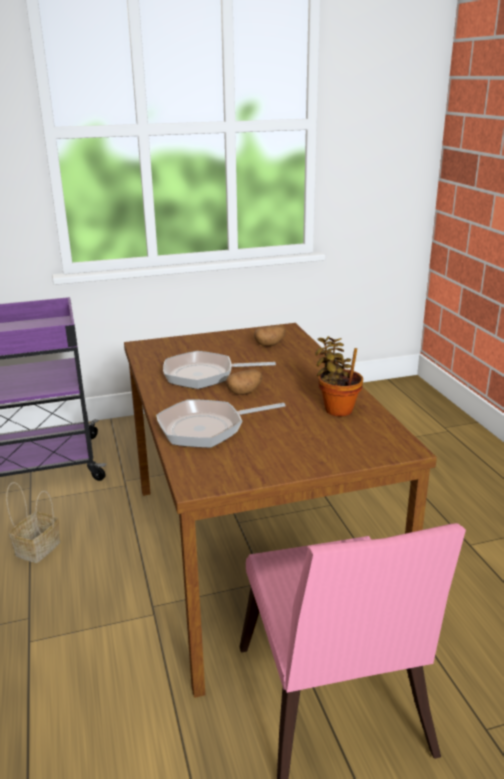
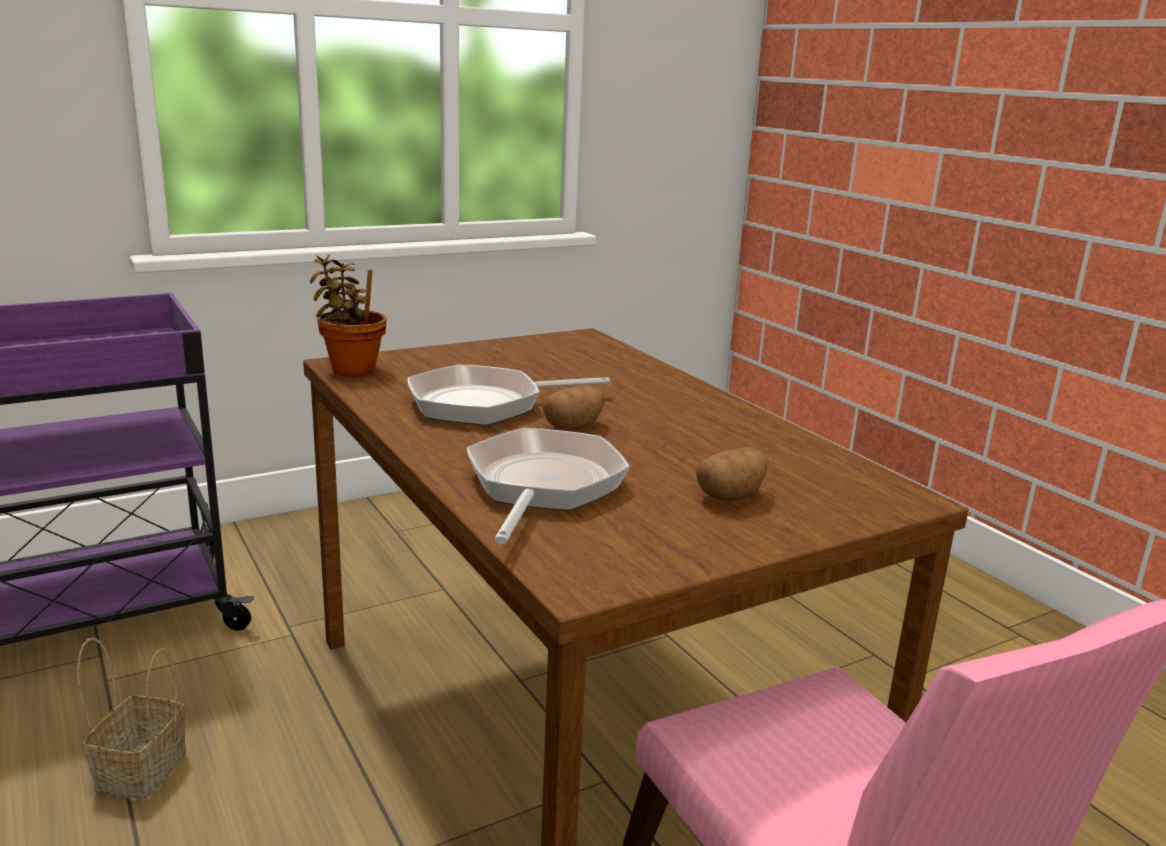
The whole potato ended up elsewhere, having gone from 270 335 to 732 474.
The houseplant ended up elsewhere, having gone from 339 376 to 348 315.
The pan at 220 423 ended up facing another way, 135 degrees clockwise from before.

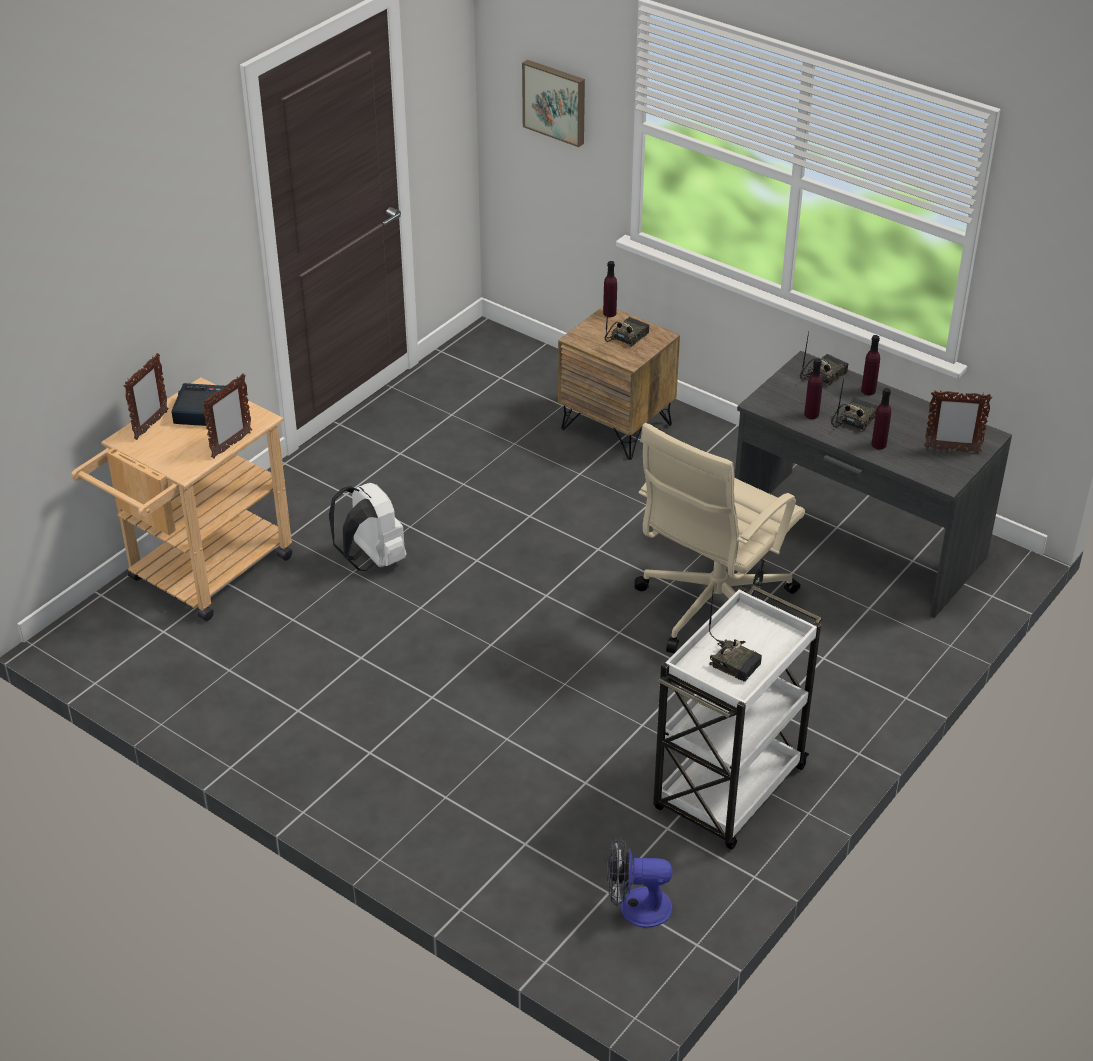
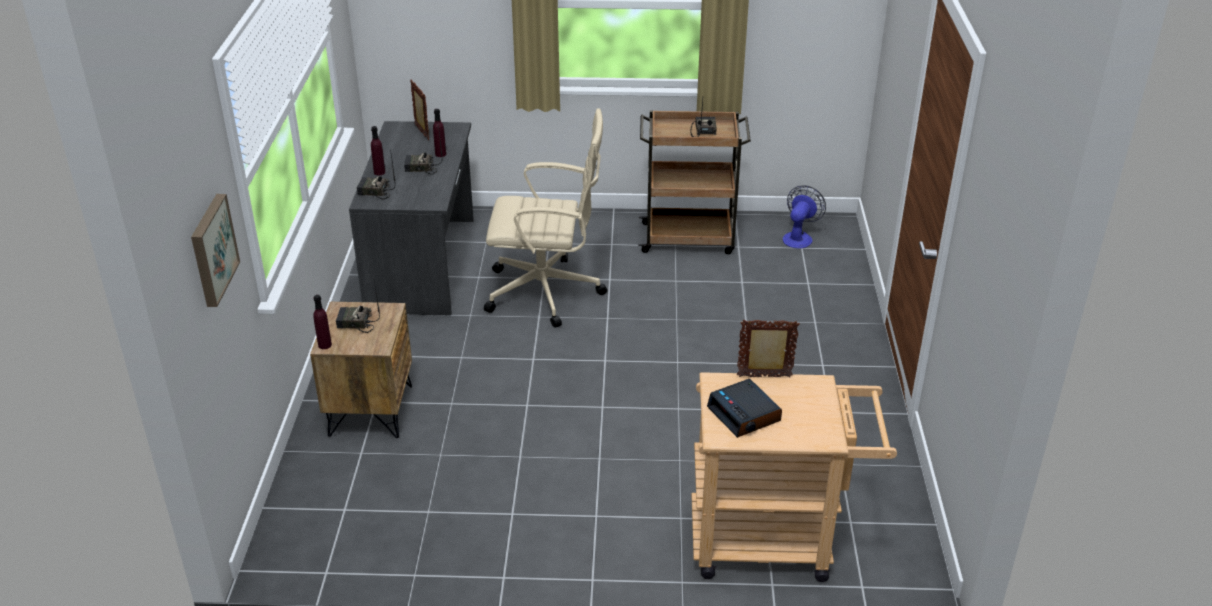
The second view lost the standing frame at 146 396.
The second view lost the purple drink bottle at 813 388.
The second view lost the whitish knapsack at 367 527.
What was the whitish trolley at 737 718 turned into the brown trolley at 694 182.
The electric fan at 640 881 ended up facing another way, 120 degrees counterclockwise from before.

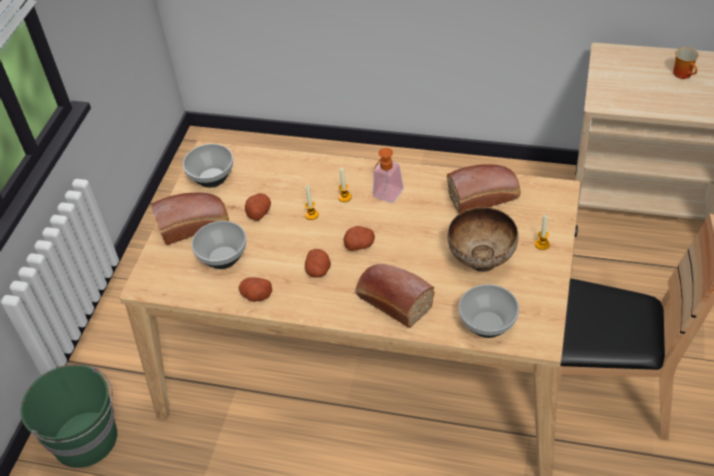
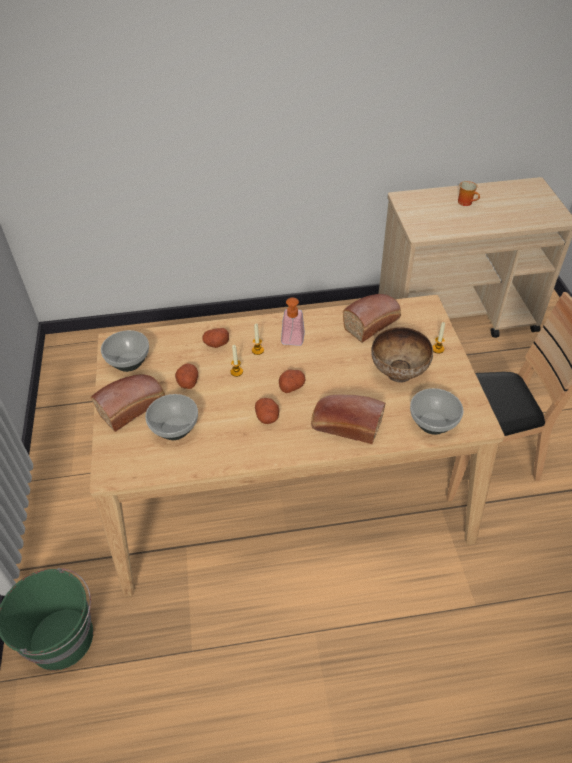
The whole potato ended up elsewhere, having gone from 255 290 to 215 338.

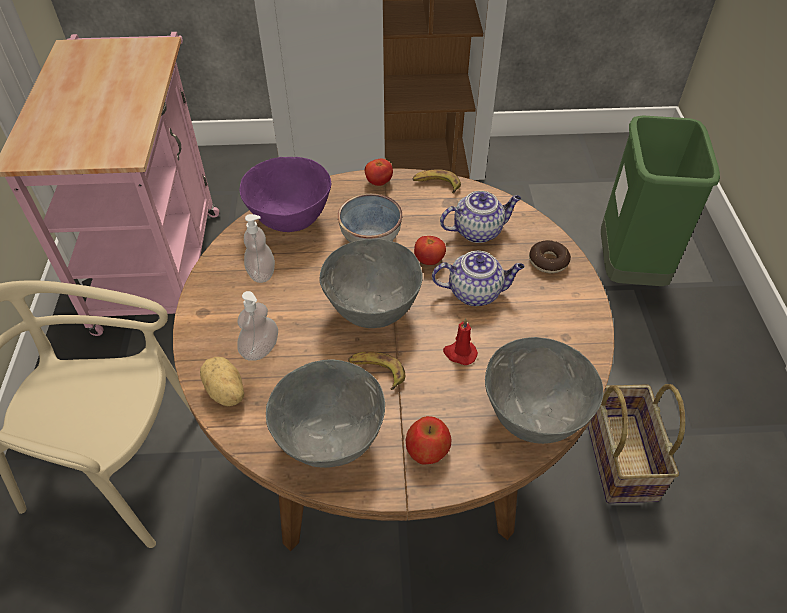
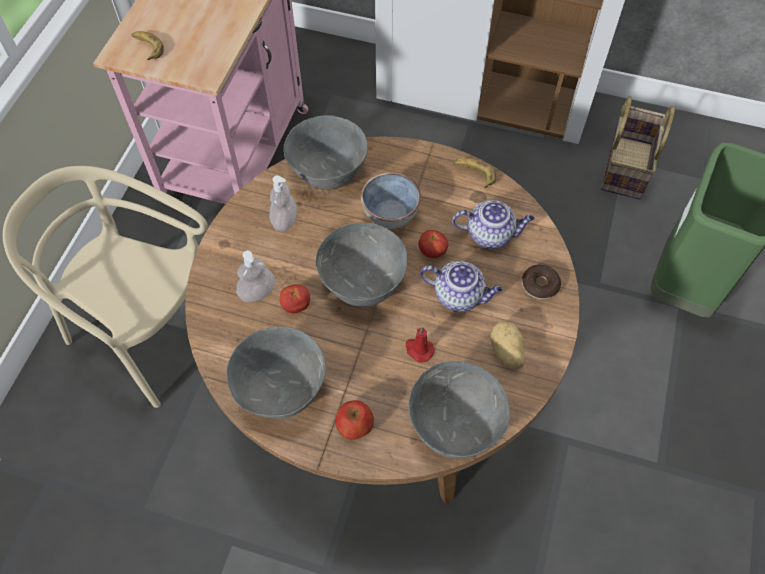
What was the purple bowl at 285 194 turned into the greyish bowl at 326 152.
The tomato ended up elsewhere, having gone from 379 172 to 295 298.
The banana ended up elsewhere, having gone from 376 371 to 147 45.
The whole potato ended up elsewhere, having gone from 222 381 to 507 345.
The basket ended up elsewhere, having gone from 636 444 to 638 148.

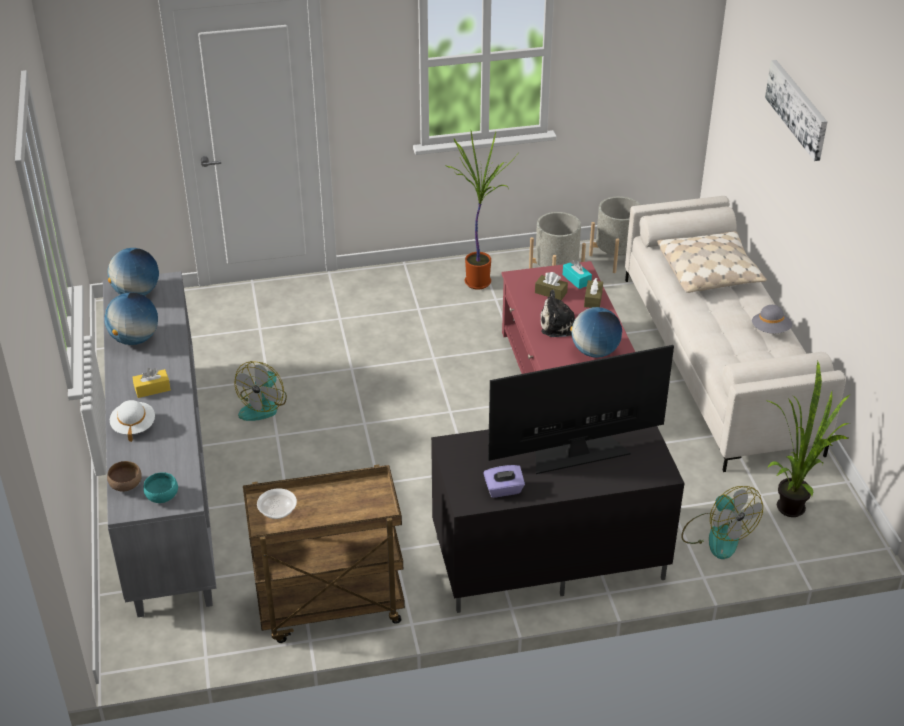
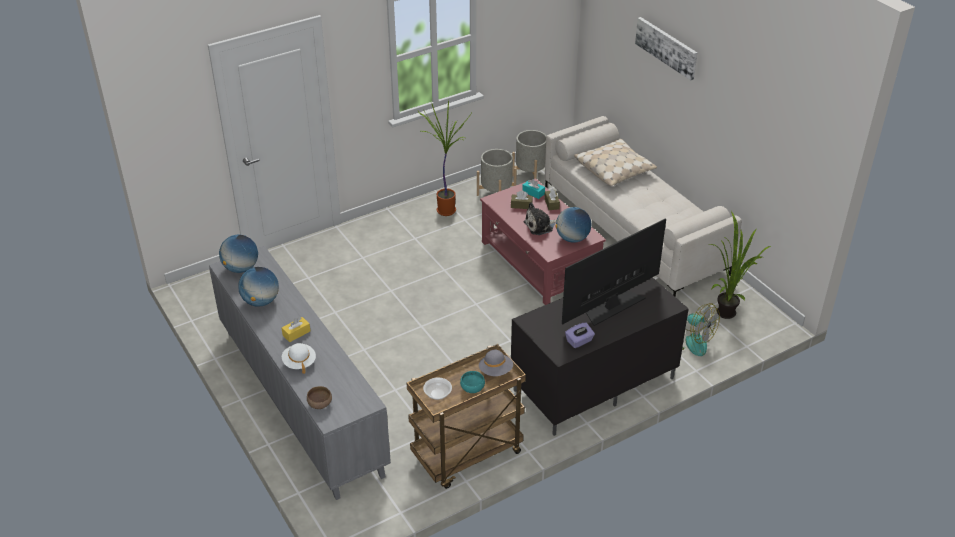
The greyish wearable hat ended up elsewhere, having gone from 772 319 to 496 363.
The second view lost the electric fan at 260 391.
The turquoise bowl ended up elsewhere, having gone from 160 487 to 472 382.

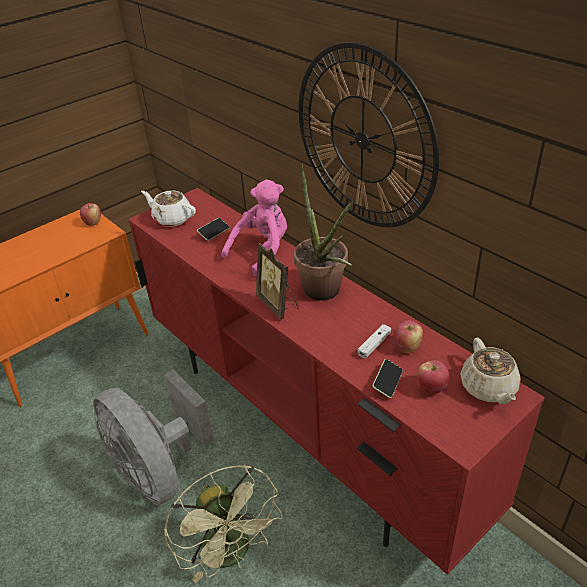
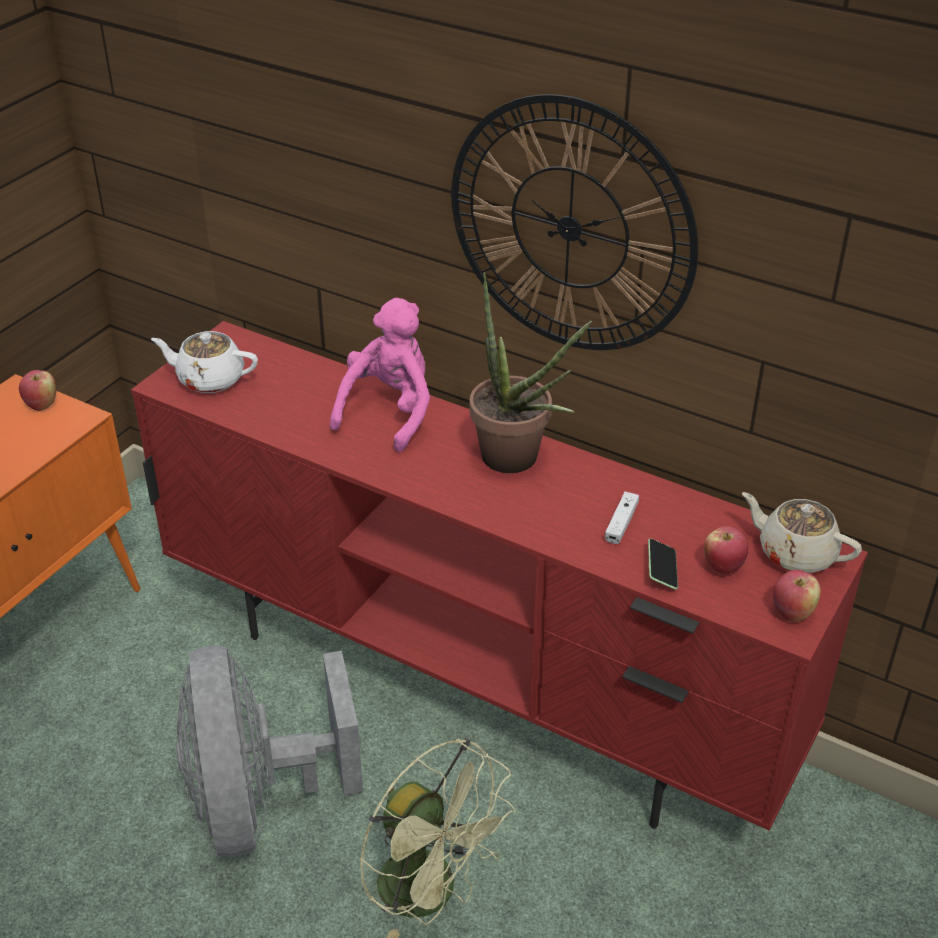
The second view lost the telephone at 213 229.
The second view lost the standing frame at 277 281.
The whole apple ended up elsewhere, having gone from 408 336 to 797 596.
The beige teapot at 490 371 ended up facing another way, 150 degrees clockwise from before.
The greyish electric fan at 153 437 ended up facing another way, 45 degrees clockwise from before.

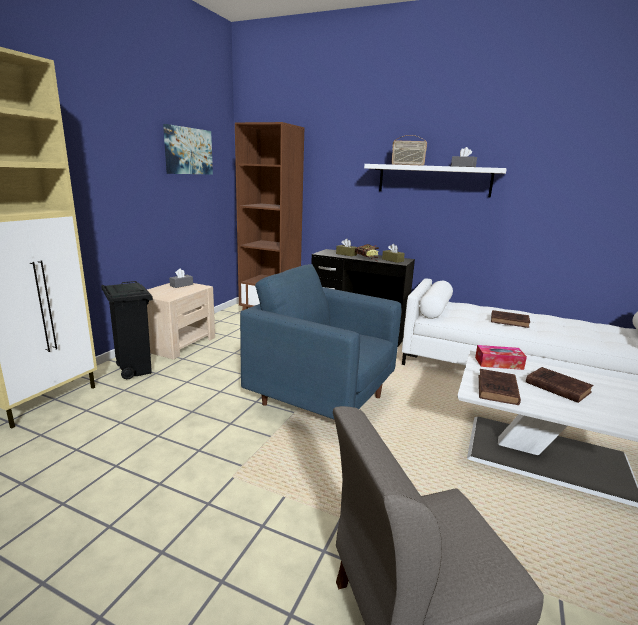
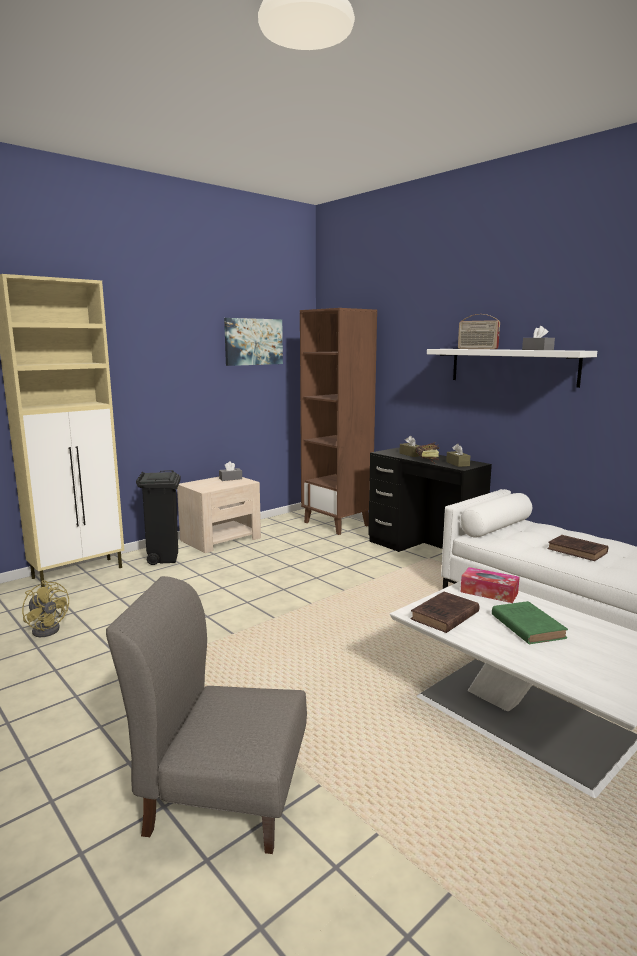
The second view lost the bluish armchair at 320 341.
What was the brown book at 559 385 turned into the greenish book at 530 623.
The second view gained the yellow electric fan at 45 608.

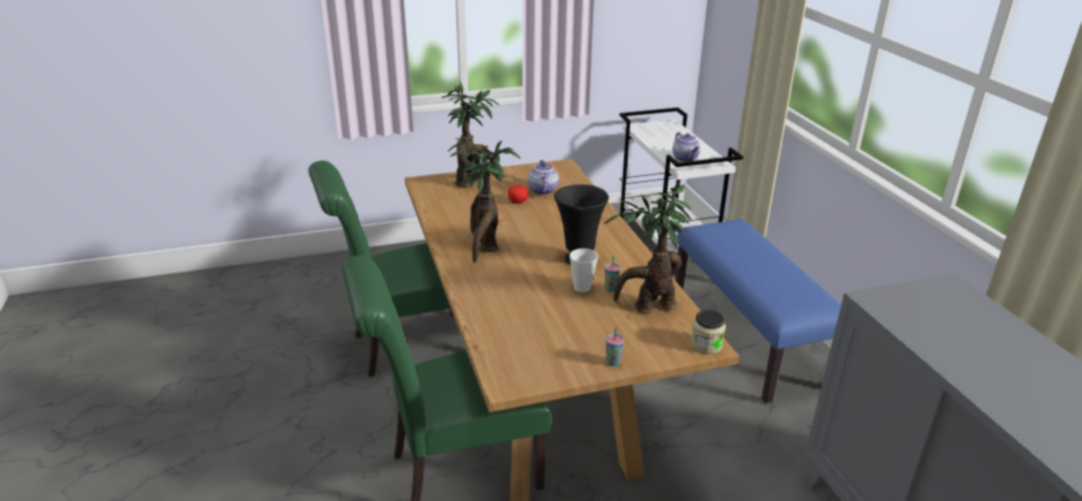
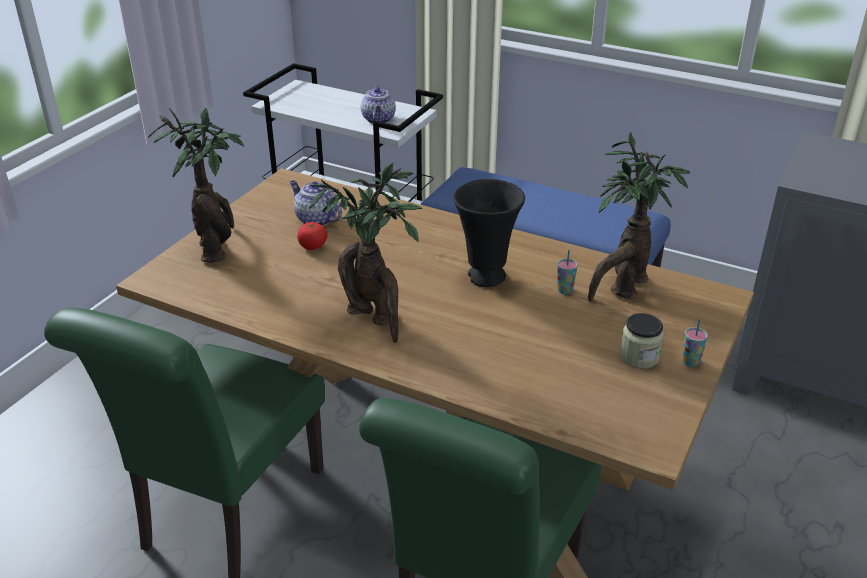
The teapot at 686 147 ended up facing another way, 60 degrees clockwise from before.
The second view lost the drinking cup at 583 270.
The jar ended up elsewhere, having gone from 708 332 to 642 341.

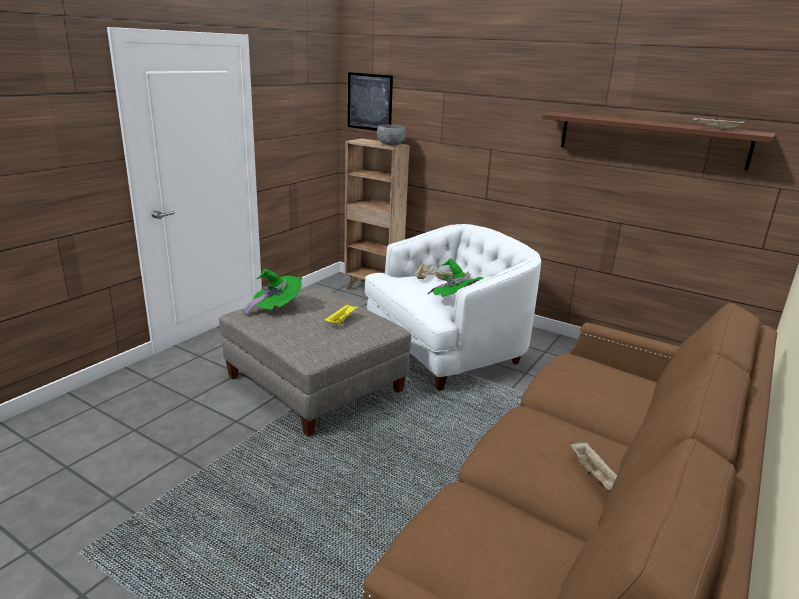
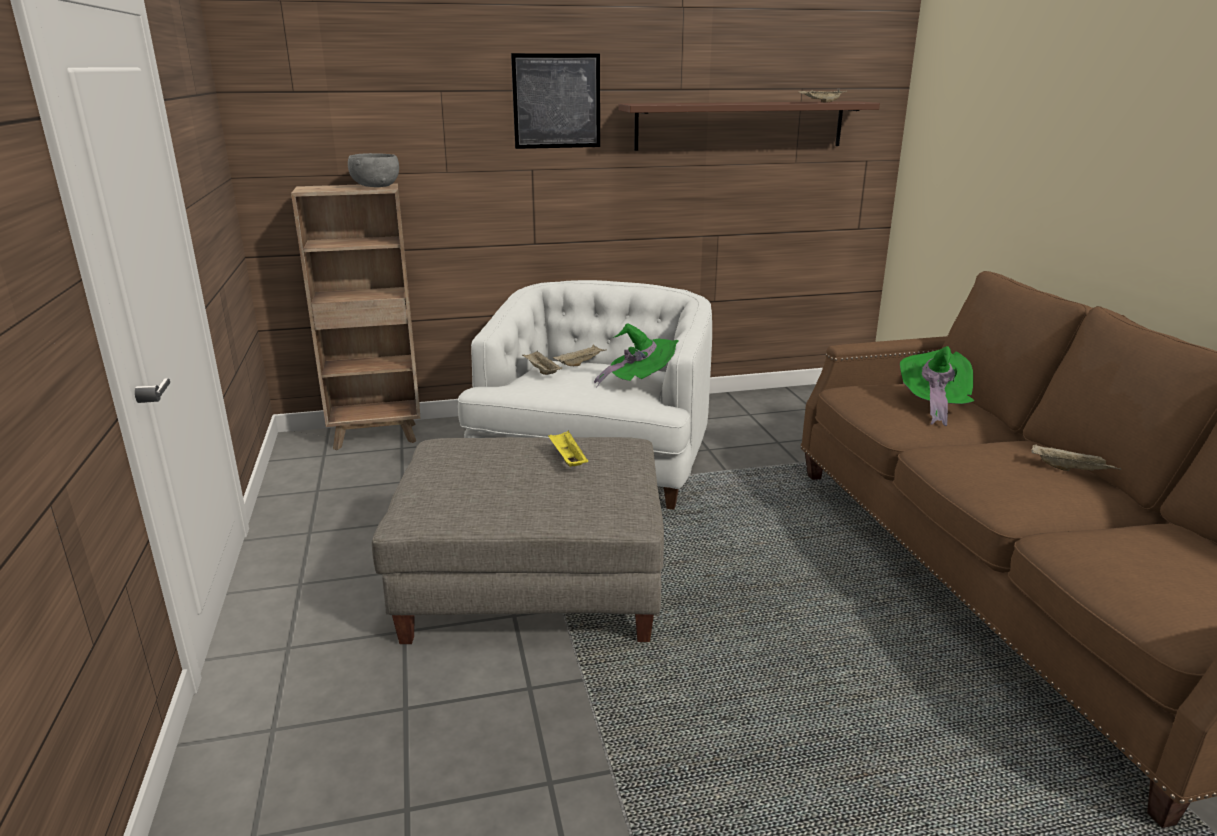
The picture ended up elsewhere, having gone from 370 101 to 555 101.
The greenish wearable hat ended up elsewhere, having gone from 272 292 to 937 386.

